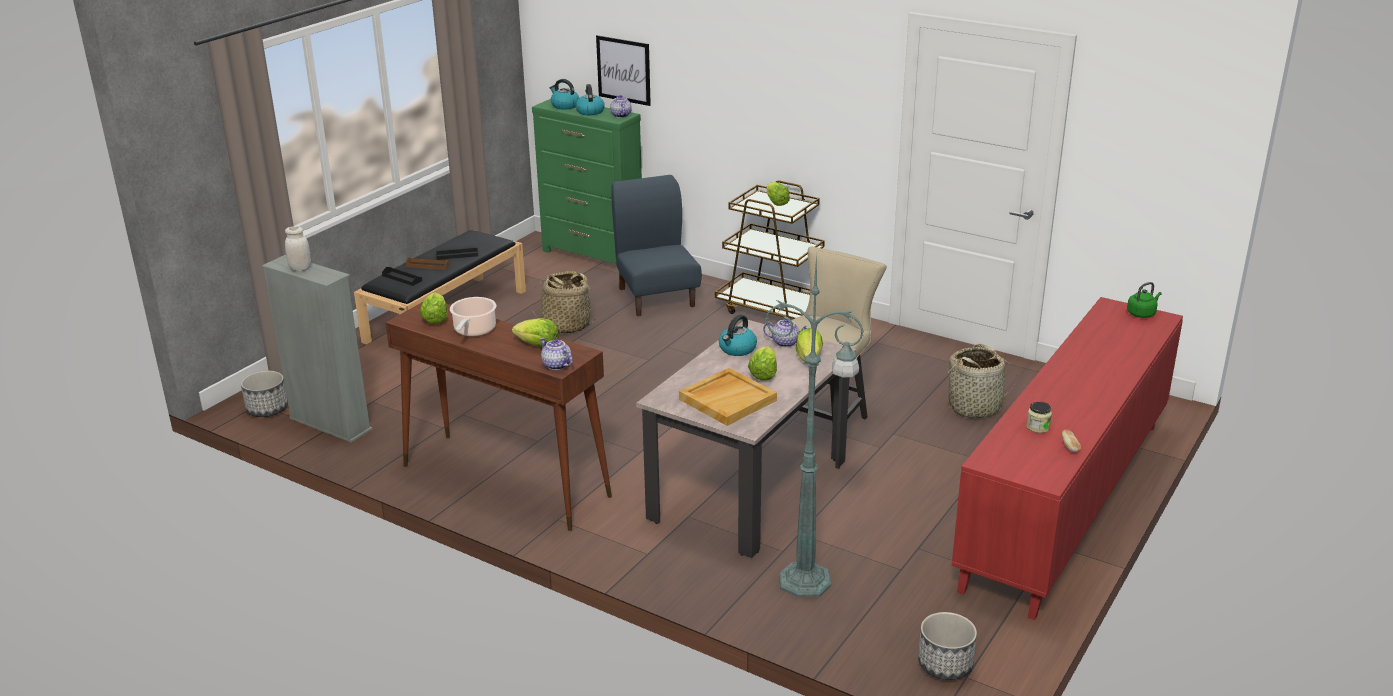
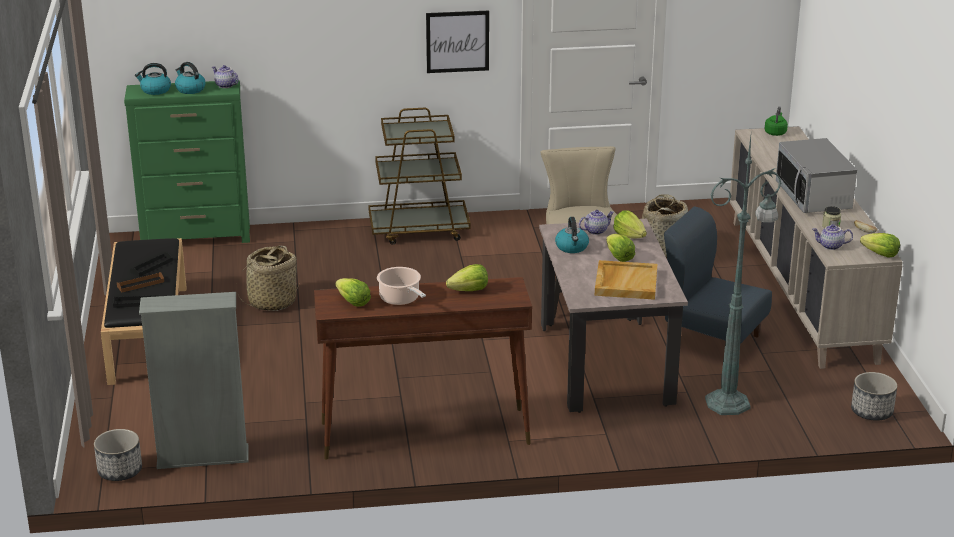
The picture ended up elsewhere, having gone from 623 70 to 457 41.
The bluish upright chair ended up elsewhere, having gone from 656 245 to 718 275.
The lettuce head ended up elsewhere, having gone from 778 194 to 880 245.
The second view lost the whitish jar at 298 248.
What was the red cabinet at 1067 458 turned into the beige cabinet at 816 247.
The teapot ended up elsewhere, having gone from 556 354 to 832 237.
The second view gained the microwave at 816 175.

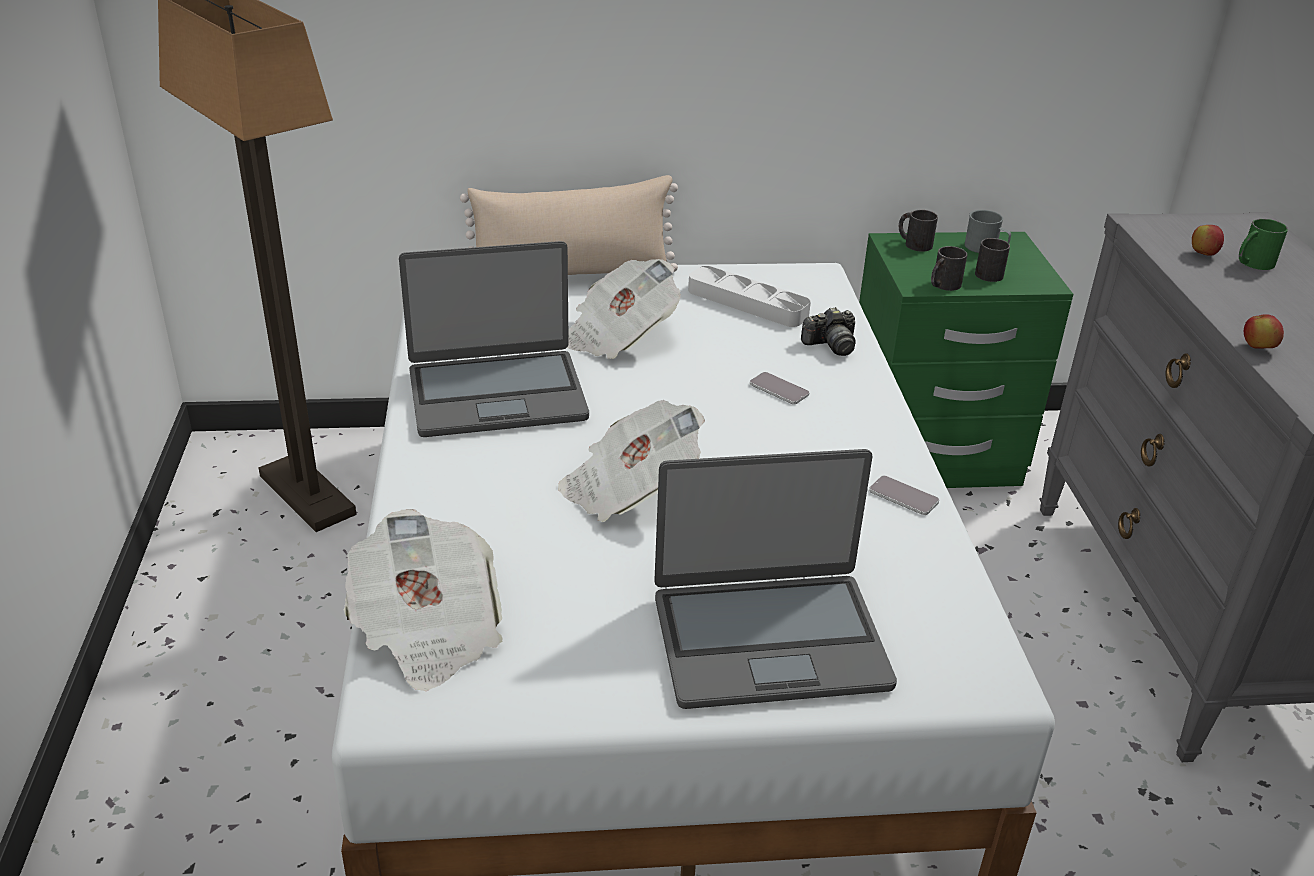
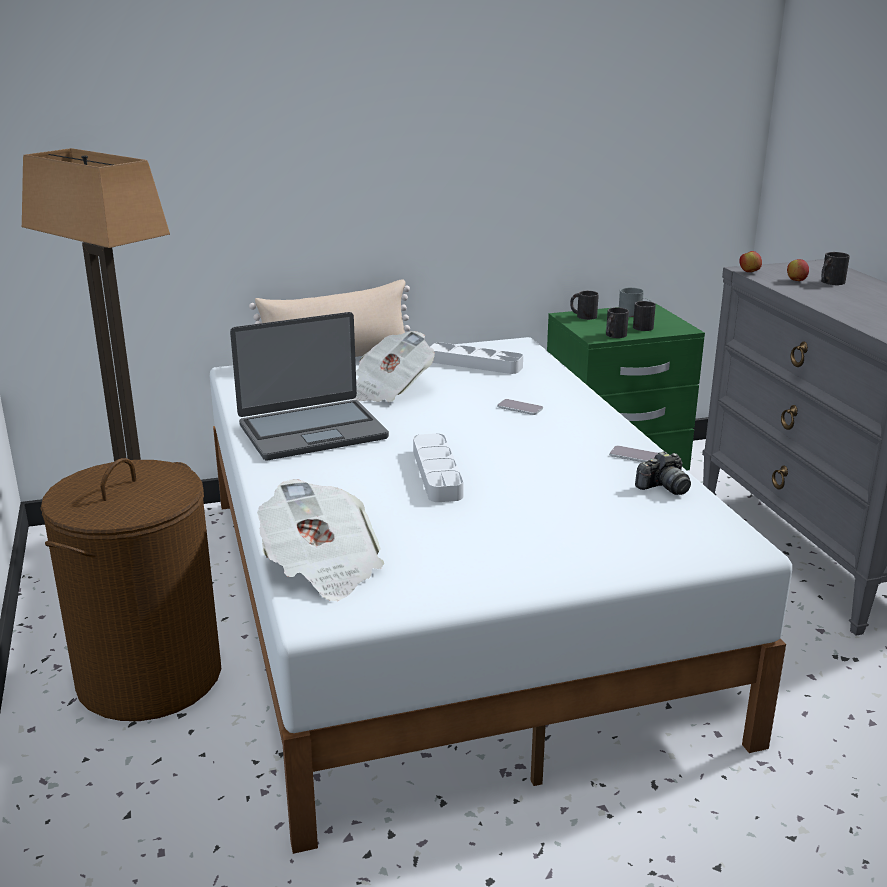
What was the greenish tea mug at 1263 244 turned into the black-coloured tea mug at 835 268.
The photo camera ended up elsewhere, having gone from 828 331 to 663 473.
The whole apple ended up elsewhere, having gone from 1264 331 to 750 261.
Where the printed paper stood at 631 461, the greyish tray came to stand at 438 467.
The second view lost the laptop at 775 579.
The second view gained the brown hamper at 130 589.

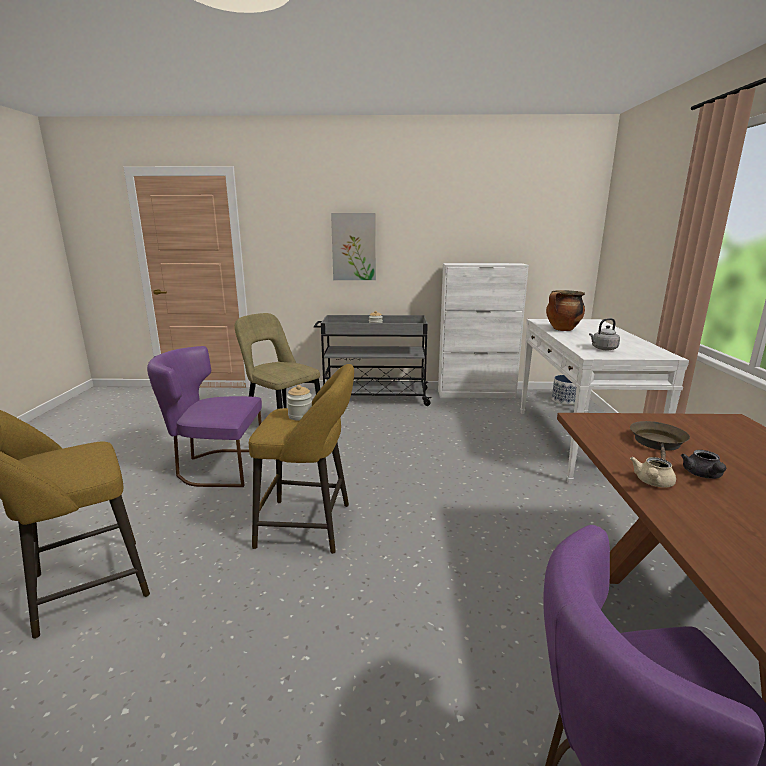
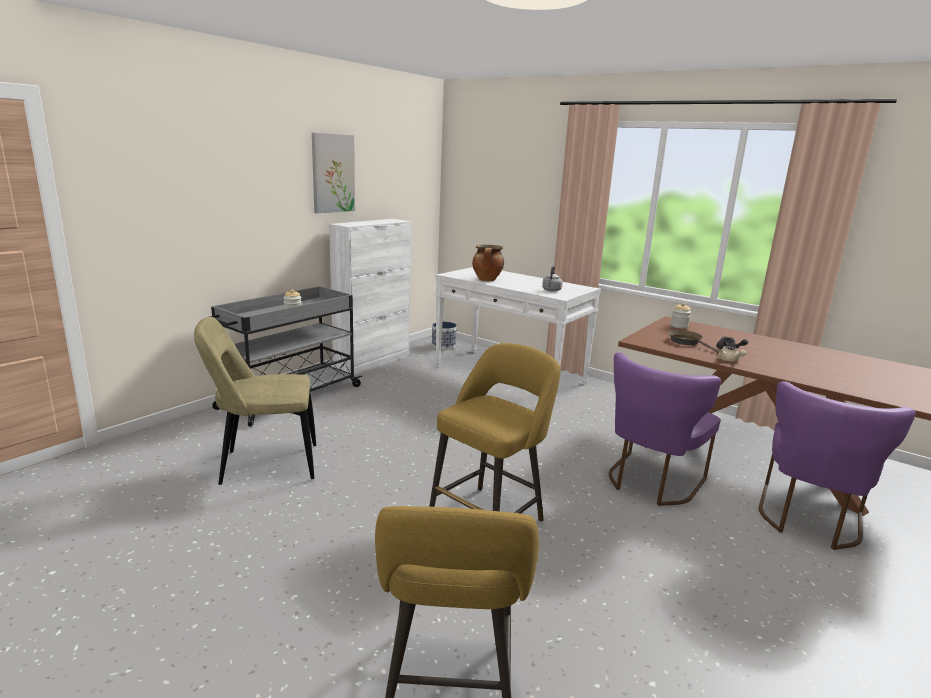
The picture ended up elsewhere, having gone from 353 246 to 333 173.
The purple upright chair ended up elsewhere, having gone from 204 416 to 665 429.
The jar ended up elsewhere, having gone from 299 403 to 680 316.

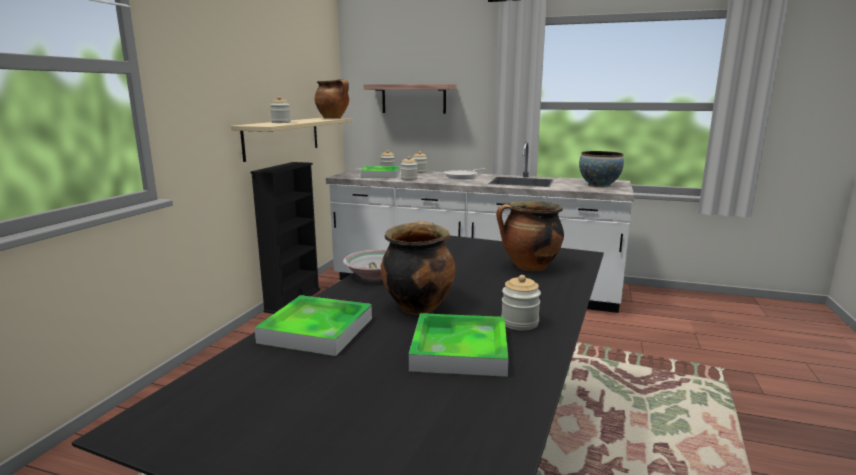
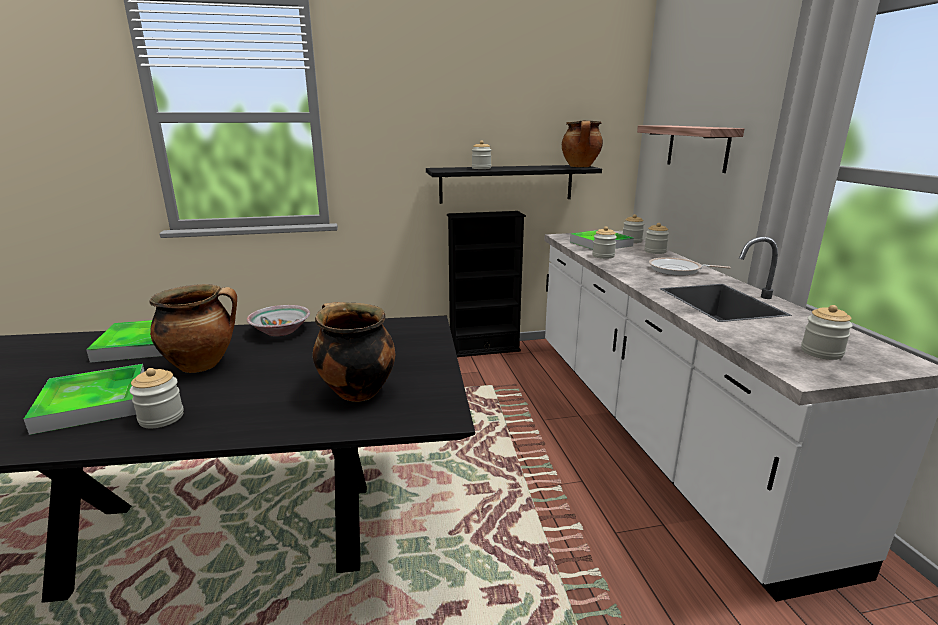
What was the beige shelf at 291 140 turned into the black-coloured shelf at 514 184.
Where the bowl stood at 601 169, the jar came to stand at 827 332.

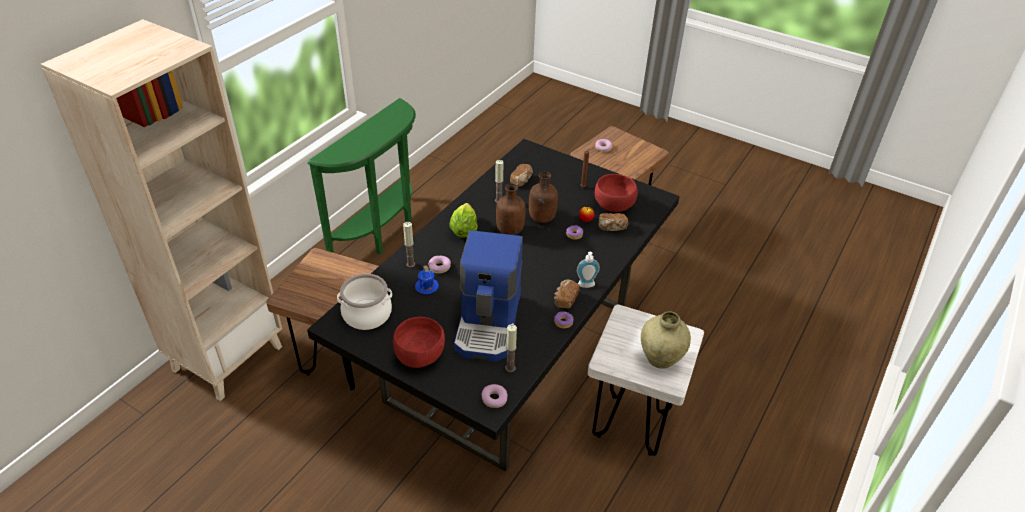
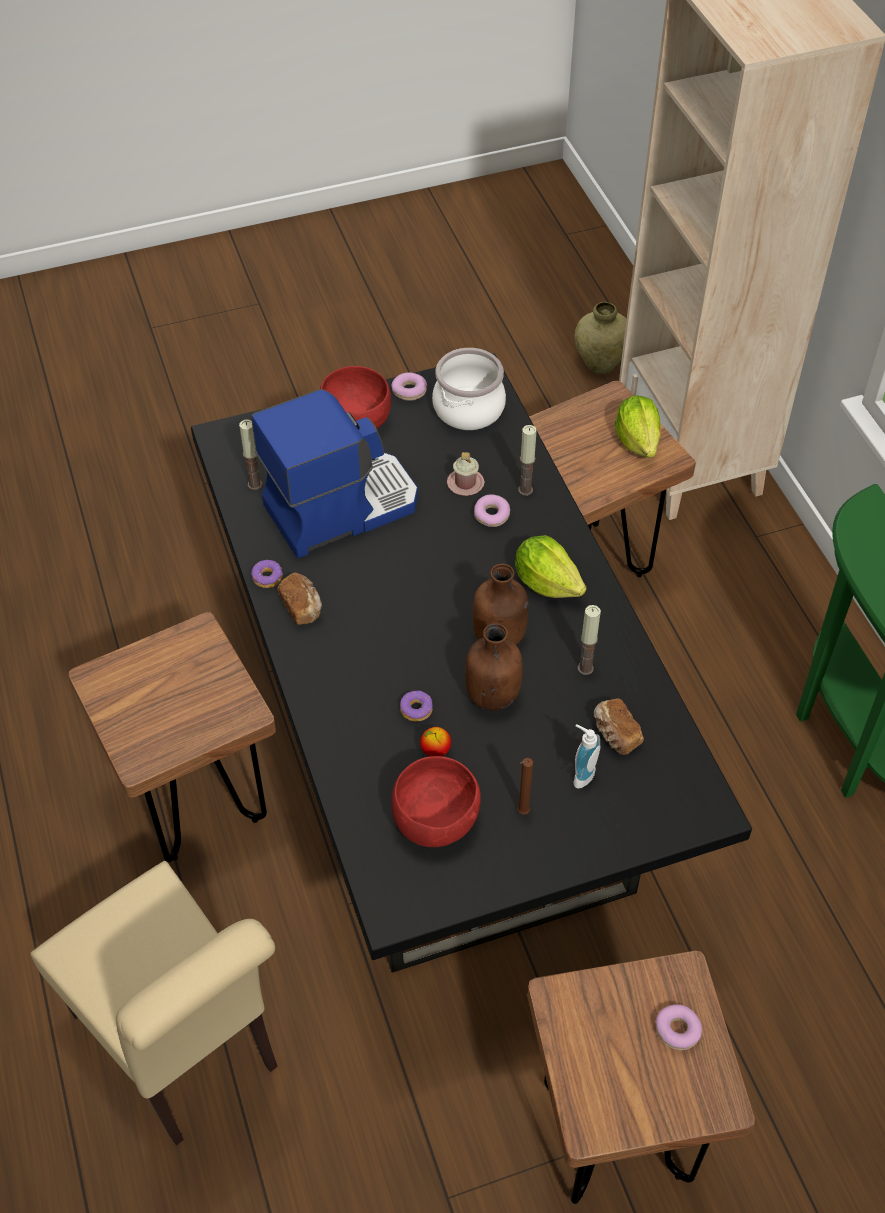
The second view lost the bread at 613 222.
The coffee maker at 488 296 ended up facing another way, 105 degrees clockwise from before.
The soap bottle ended up elsewhere, having gone from 588 270 to 586 756.
What was the bluish tea mug at 427 279 turned into the pink tea mug at 465 474.
What was the whitish sitting stool at 646 380 turned into the brown sitting stool at 172 737.
The beige flower vase ended up elsewhere, having gone from 666 340 to 601 338.
The doughnut ended up elsewhere, having gone from 495 396 to 409 386.
The second view gained the lettuce head at 638 427.
The second view gained the beige upright chair at 154 1003.

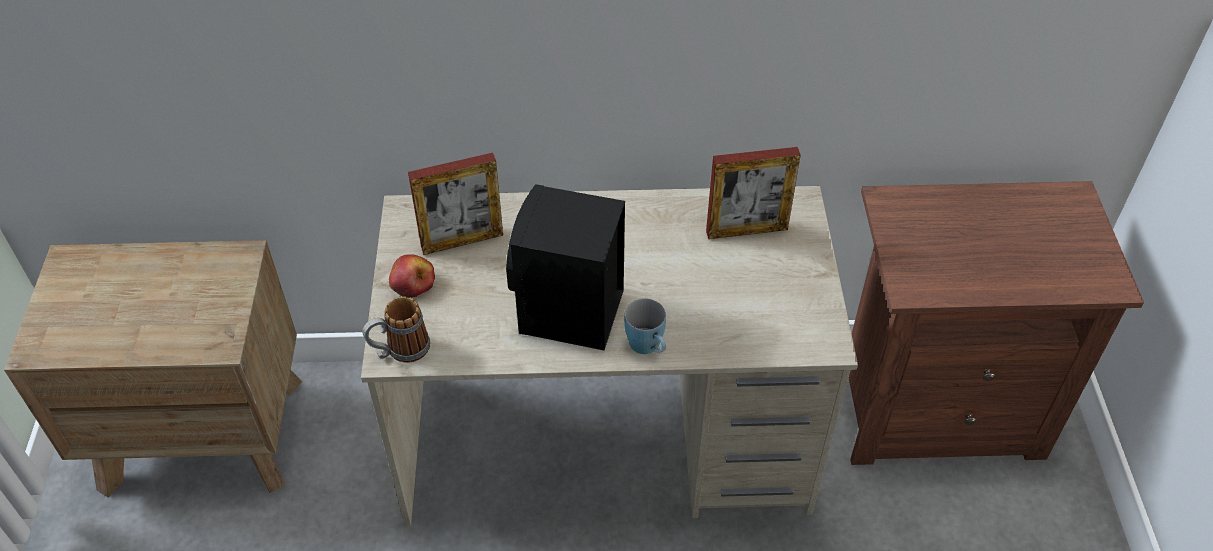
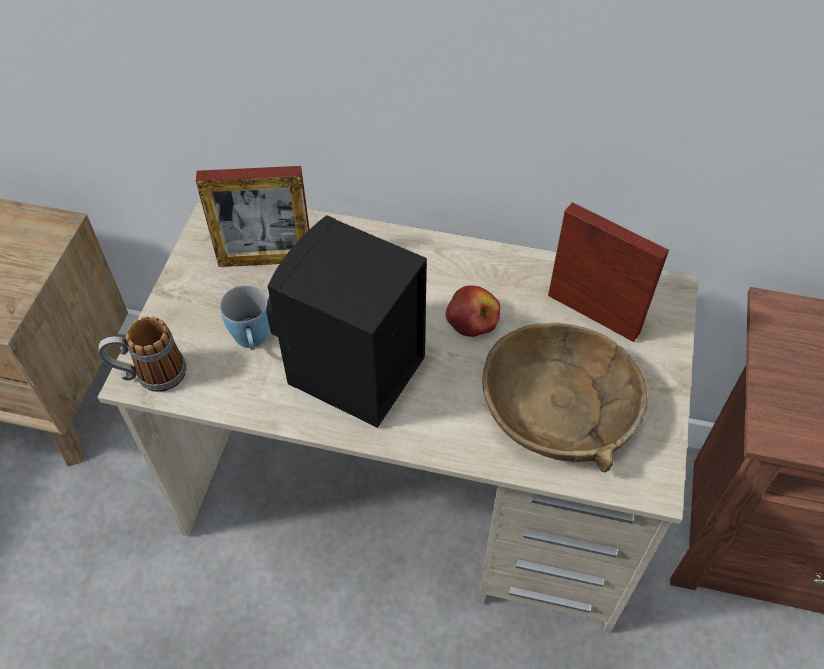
The standing frame at 753 193 ended up facing another way, 150 degrees counterclockwise from before.
The whole apple ended up elsewhere, having gone from 412 276 to 473 311.
The bluish tea mug ended up elsewhere, having gone from 645 326 to 244 317.
The second view gained the brown bowl at 565 397.

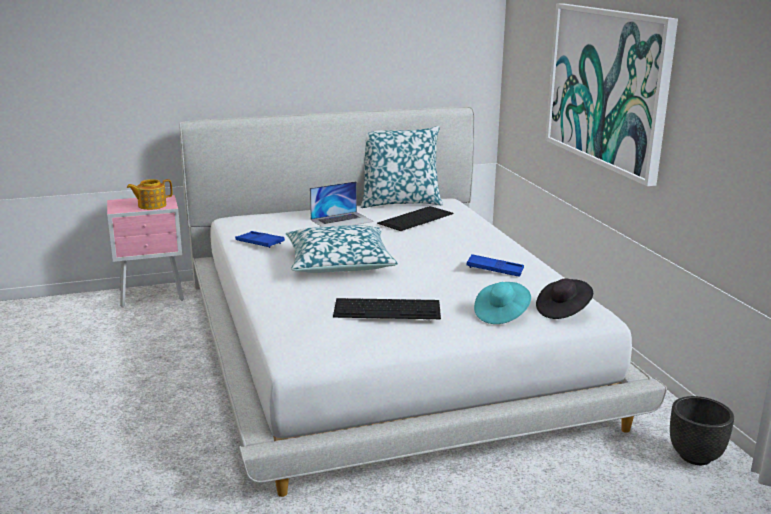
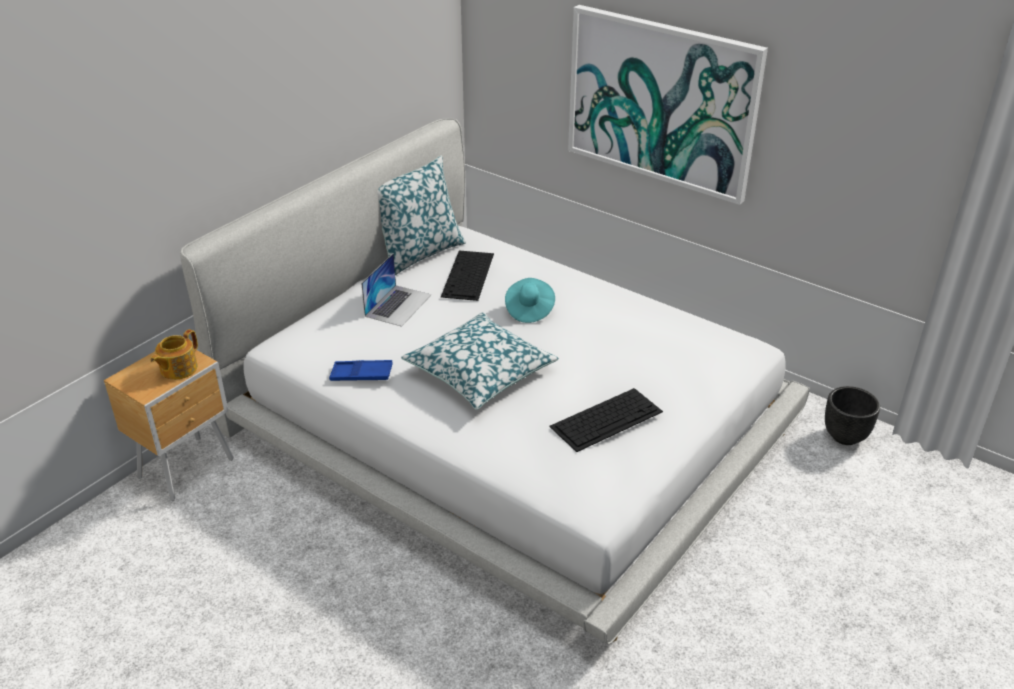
What was the pink night table at 145 251 turned into the brown night table at 168 425.
The second view lost the bluish tray at 495 265.
The second view lost the black-coloured wearable hat at 564 298.
The turquoise wearable hat ended up elsewhere, having gone from 502 303 to 530 300.

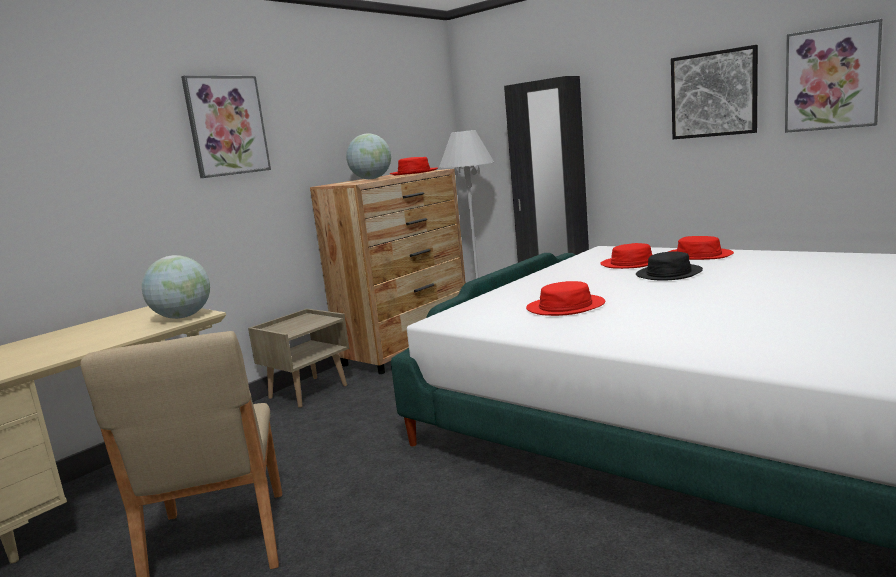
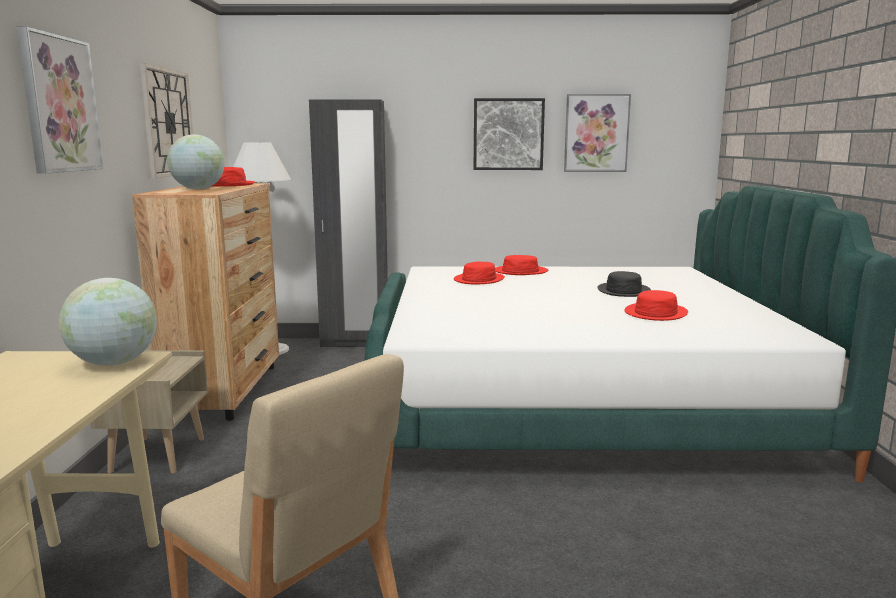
The black-coloured wearable hat ended up elsewhere, having gone from 669 266 to 624 284.
The red wearable hat ended up elsewhere, having gone from 565 298 to 656 305.
The second view gained the clock on the wall at 166 120.

